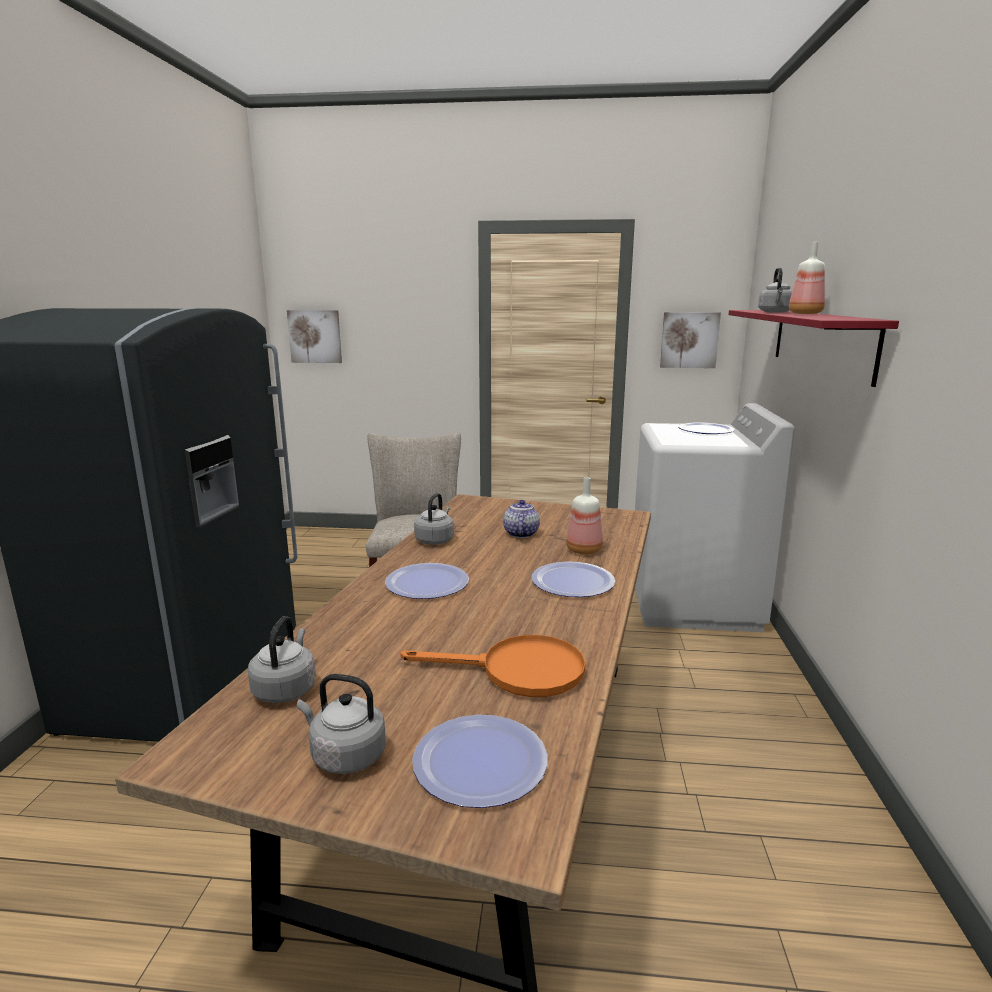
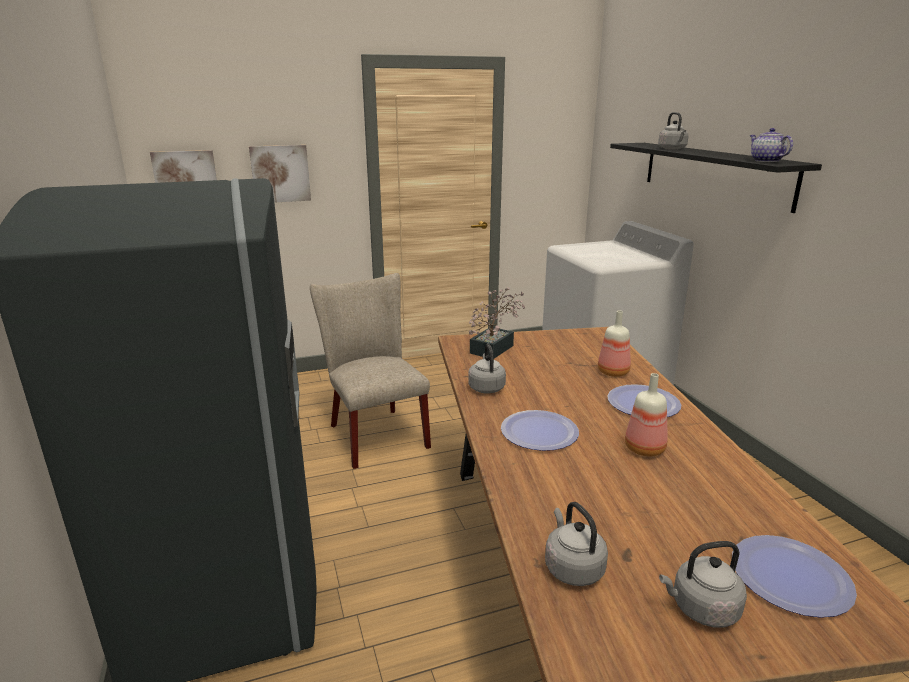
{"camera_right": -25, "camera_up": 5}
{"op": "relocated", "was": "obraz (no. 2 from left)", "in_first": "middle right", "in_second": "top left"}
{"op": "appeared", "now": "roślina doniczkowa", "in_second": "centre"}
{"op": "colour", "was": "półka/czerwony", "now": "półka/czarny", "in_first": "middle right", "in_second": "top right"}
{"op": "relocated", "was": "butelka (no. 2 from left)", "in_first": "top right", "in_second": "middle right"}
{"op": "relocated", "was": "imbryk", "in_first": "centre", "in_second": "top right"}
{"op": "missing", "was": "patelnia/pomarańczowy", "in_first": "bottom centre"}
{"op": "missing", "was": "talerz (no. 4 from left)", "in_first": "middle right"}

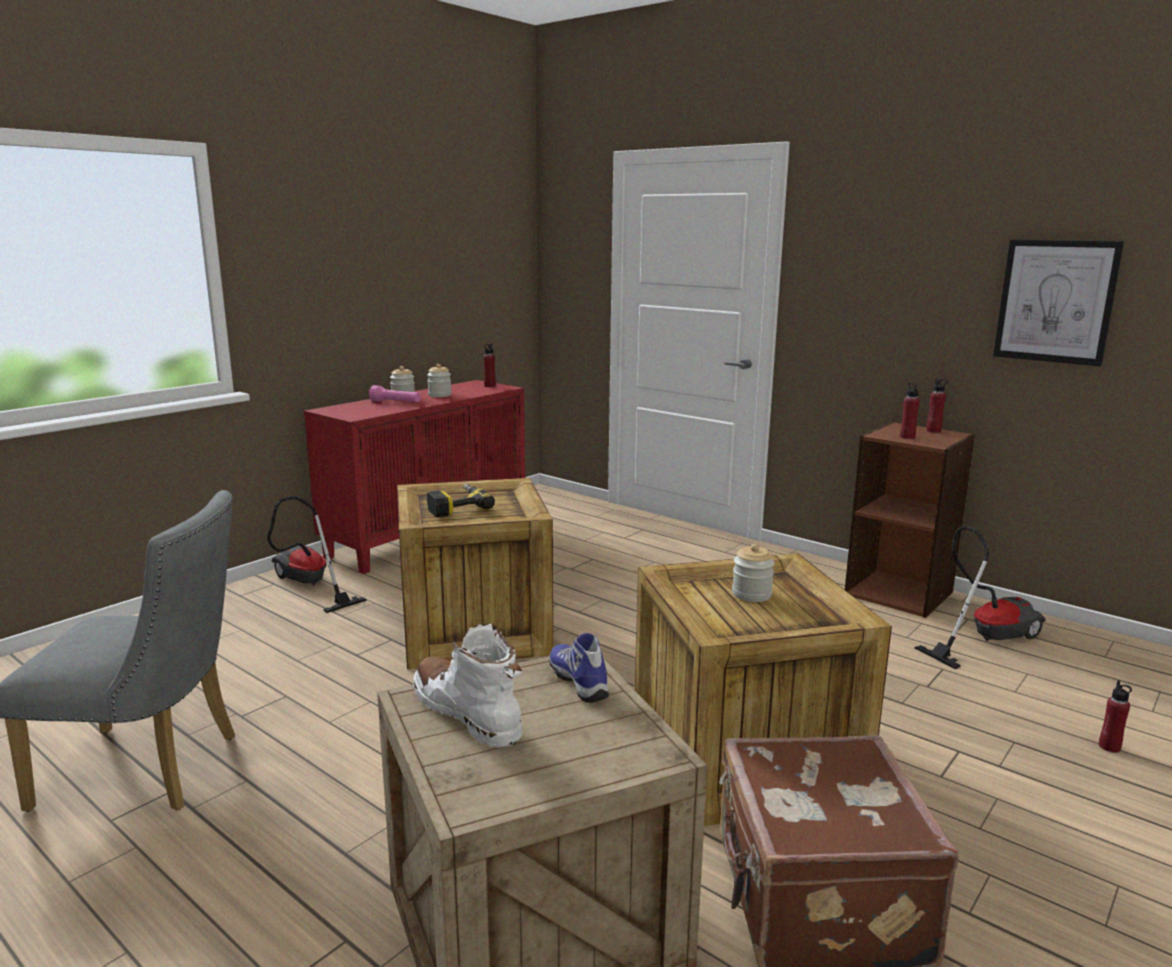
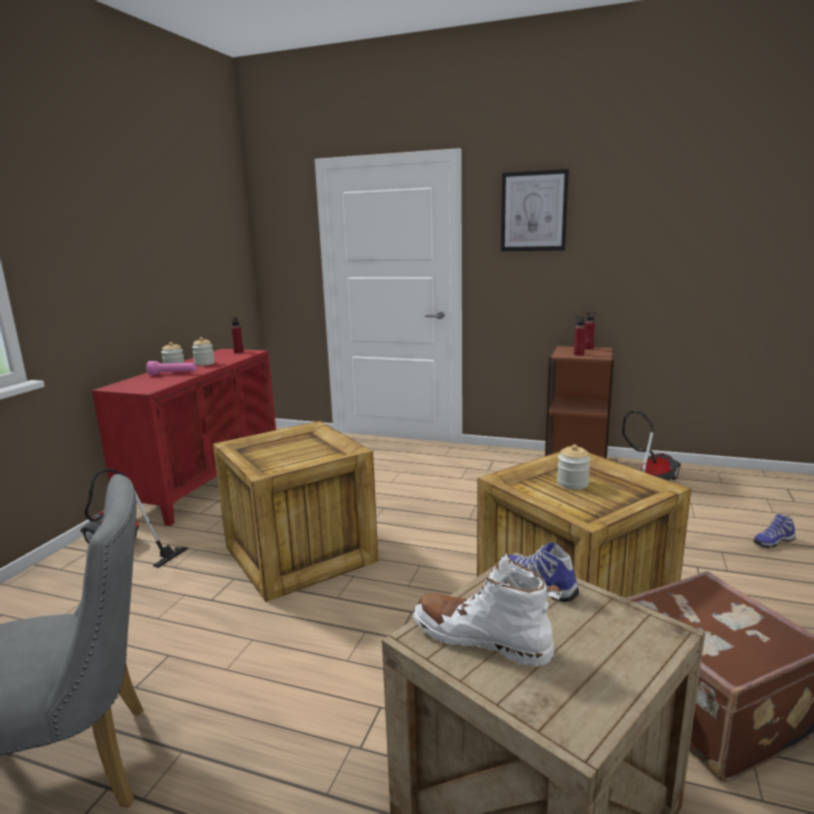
{"camera_right": -20, "camera_up": 0}
{"op": "relocated", "was": "obraz", "in_first": "top right", "in_second": "top centre"}
{"op": "exchanged", "was": "butelka/czerwony (no. 4 from left)", "now": "but (no. 2 from left)", "in_first": "bottom right", "in_second": "middle right"}
{"op": "missing", "was": "wiertarka", "in_first": "centre"}

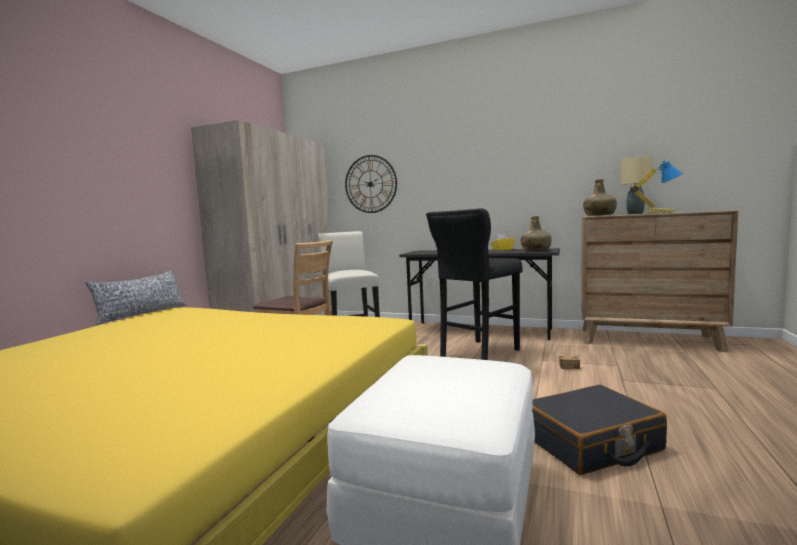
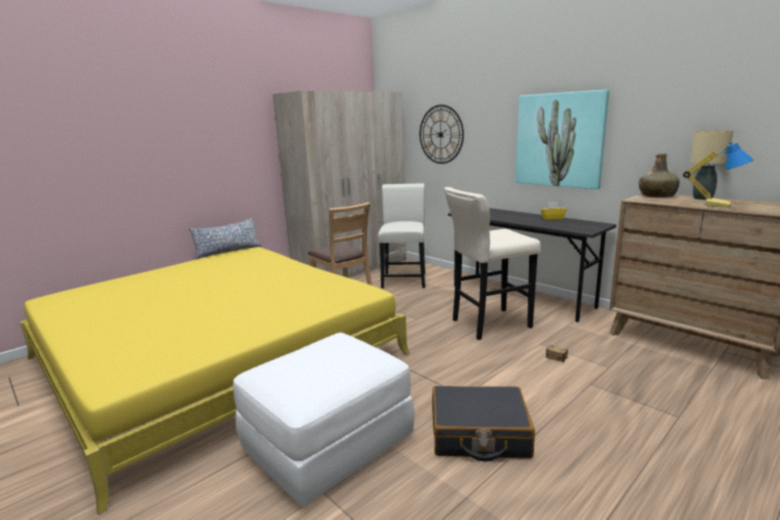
{"camera_right": 25, "camera_up": 10}
{"op": "colour", "was": "stołek/czarny", "now": "stołek/beżowy", "in_first": "centre", "in_second": "centre"}
{"op": "appeared", "now": "obraz", "in_second": "top right"}
{"op": "missing", "was": "butelka/zielony (no. 1 from left)", "in_first": "middle right"}

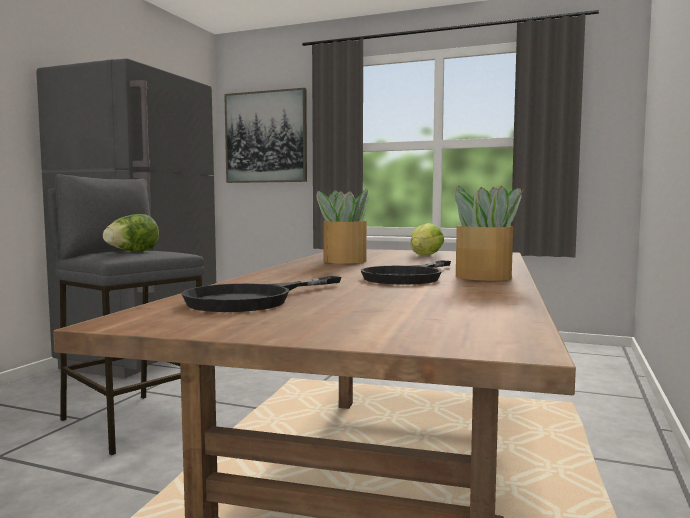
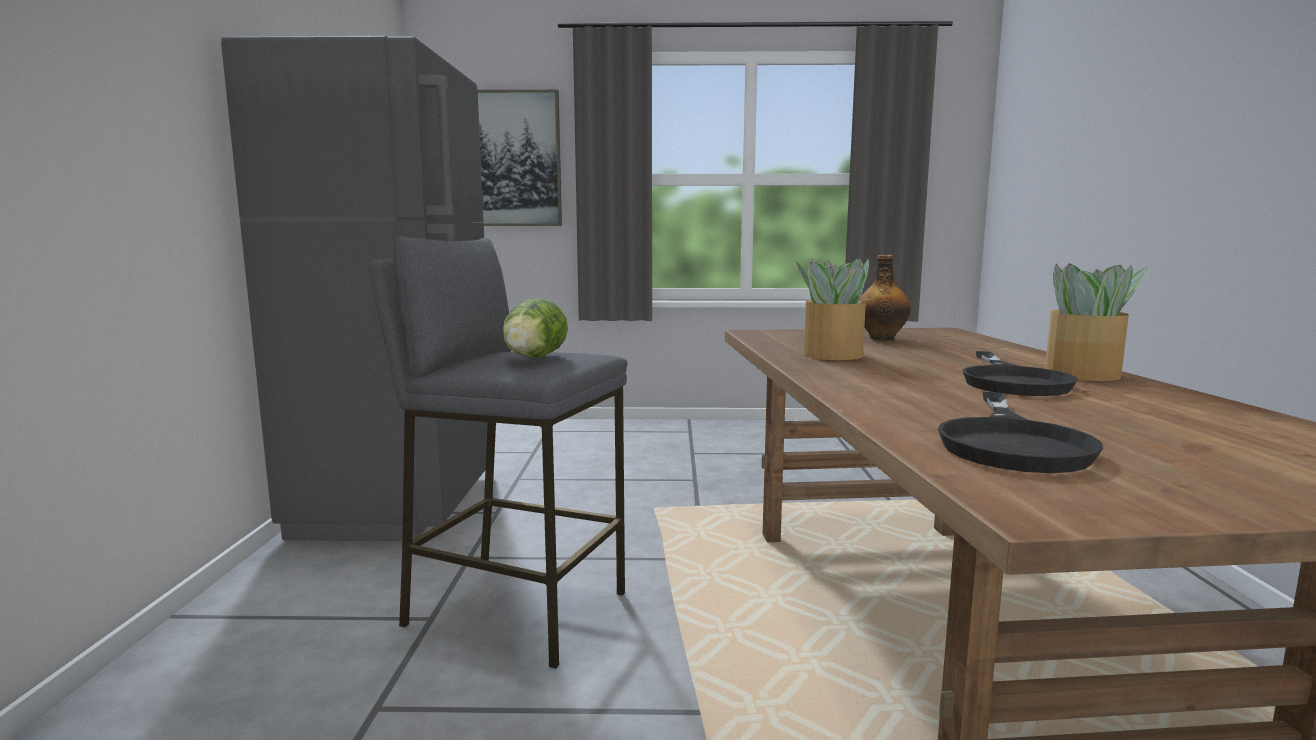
{"camera_right": -20, "camera_up": 5}
{"op": "exchanged", "was": "sałata (no. 2 from left)", "now": "butelka", "in_first": "centre", "in_second": "middle right"}

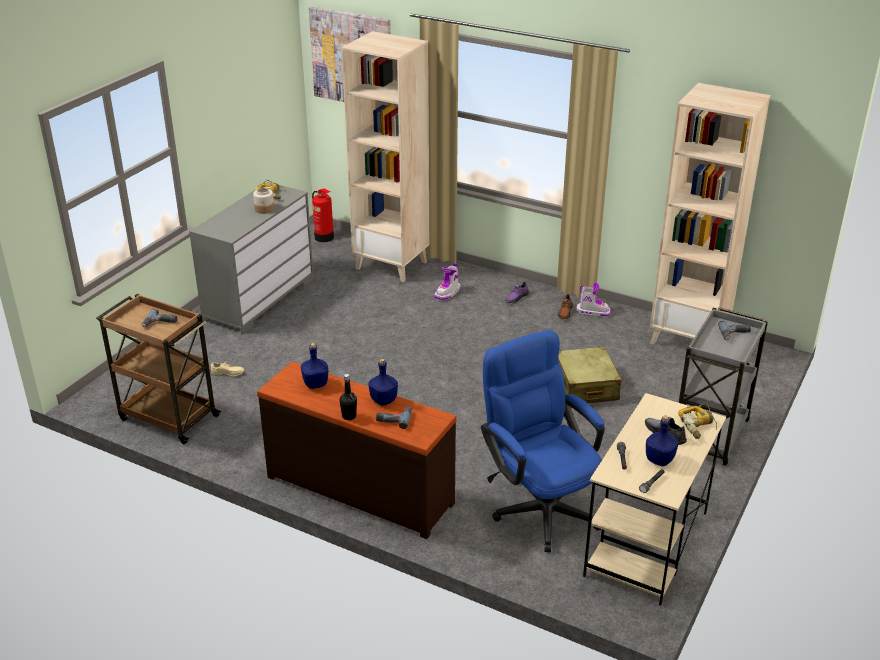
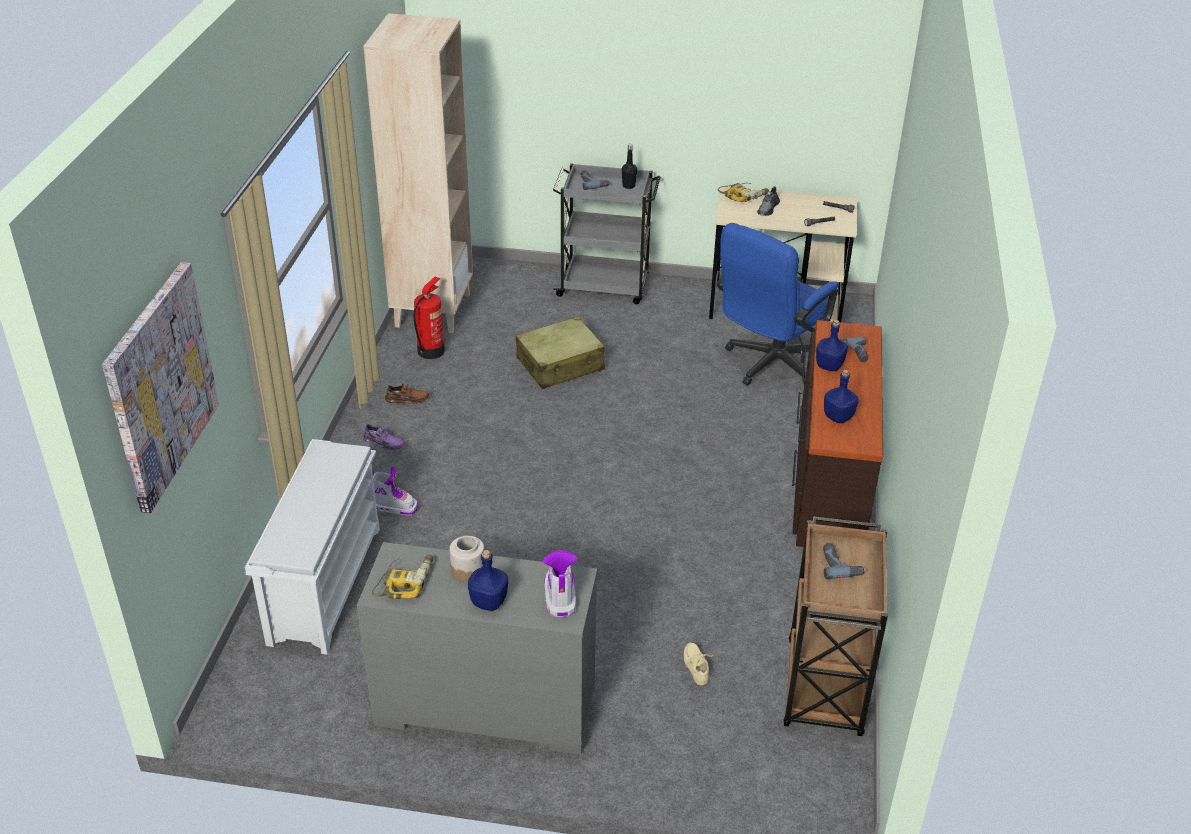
{"camera_right": -110, "camera_up": 5}
{"op": "exchanged", "was": "regał/beżowy (no. 1 from left)", "now": "regał na buty/biały", "in_first": "top centre", "in_second": "middle left"}
{"op": "relocated", "was": "gaśnica", "in_first": "top centre", "in_second": "centre"}
{"op": "relocated", "was": "butelka/niebieski (no. 3 from left in the first image)", "now": "butelka/niebieski (no. 1 from left)", "in_first": "bottom right", "in_second": "bottom centre"}
{"op": "relocated", "was": "but z cholewką (no. 2 from left)", "in_first": "middle right", "in_second": "bottom centre"}
{"op": "relocated", "was": "butelka/czarny", "in_first": "centre", "in_second": "top centre"}

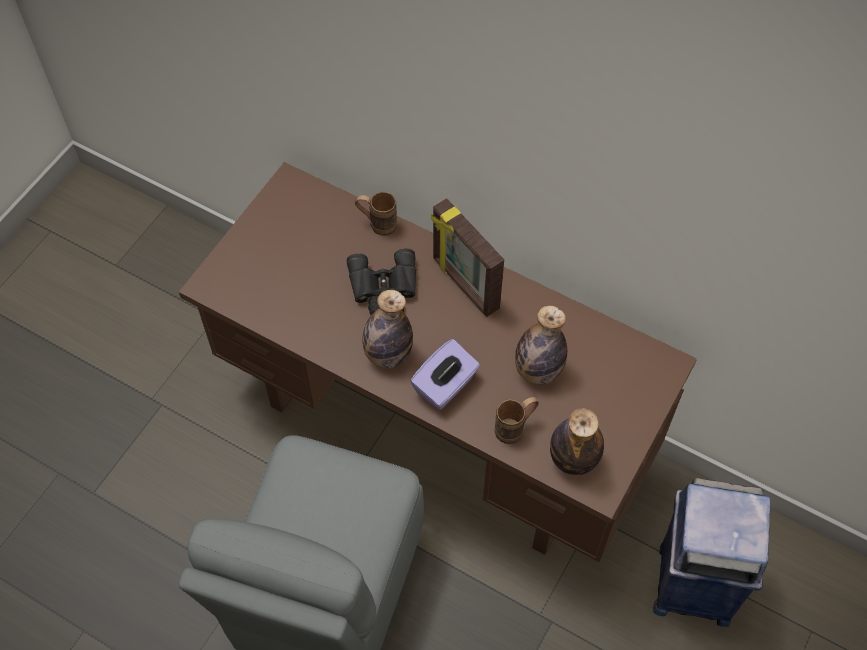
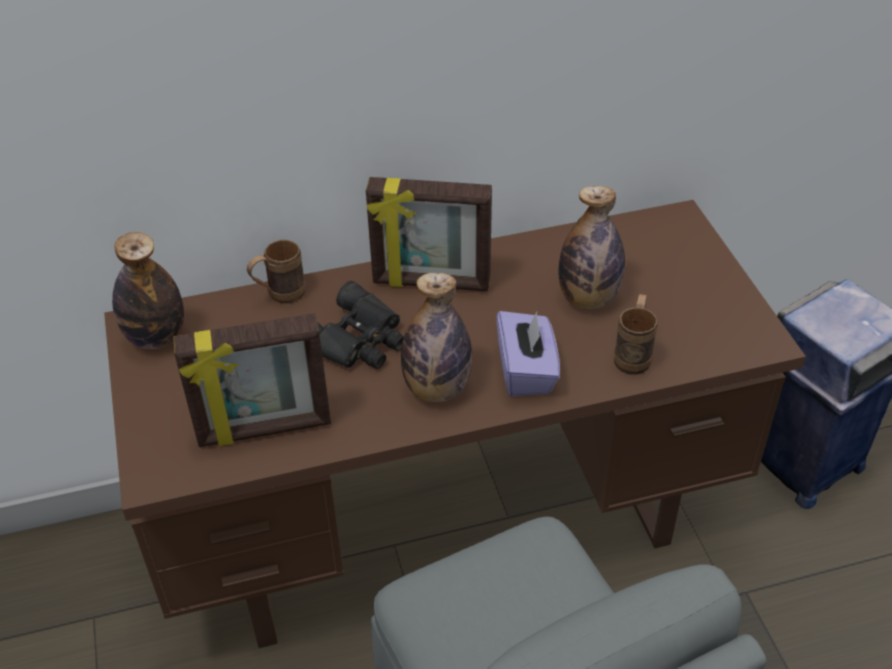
{"camera_right": -45, "camera_up": -15}
{"op": "relocated", "was": "butelka (no. 3 from left in the first image)", "now": "butelka (no. 1 from left)", "in_first": "bottom centre", "in_second": "middle left"}
{"op": "appeared", "now": "ramka na zdjęcie (no. 1 from left)", "in_second": "middle left"}

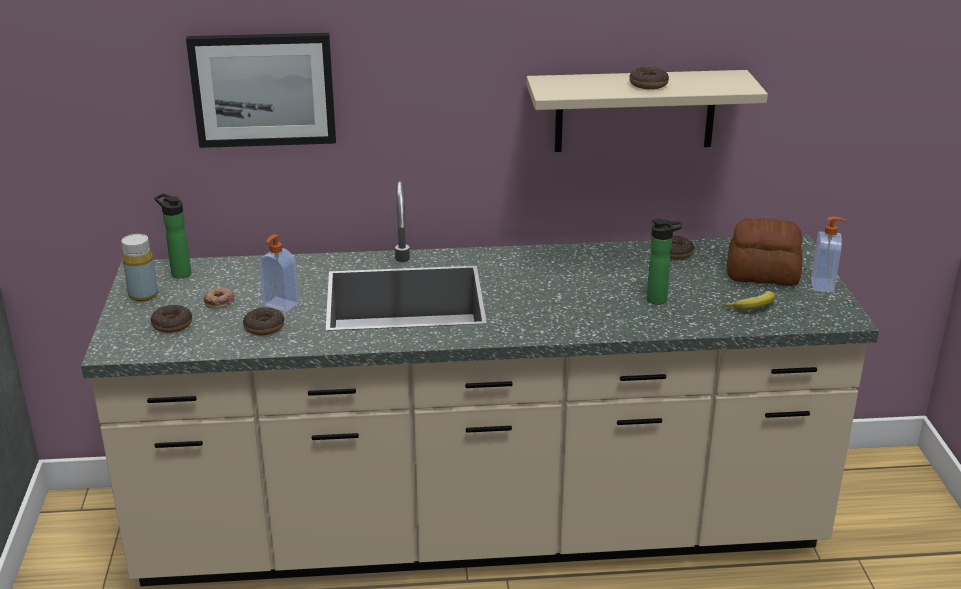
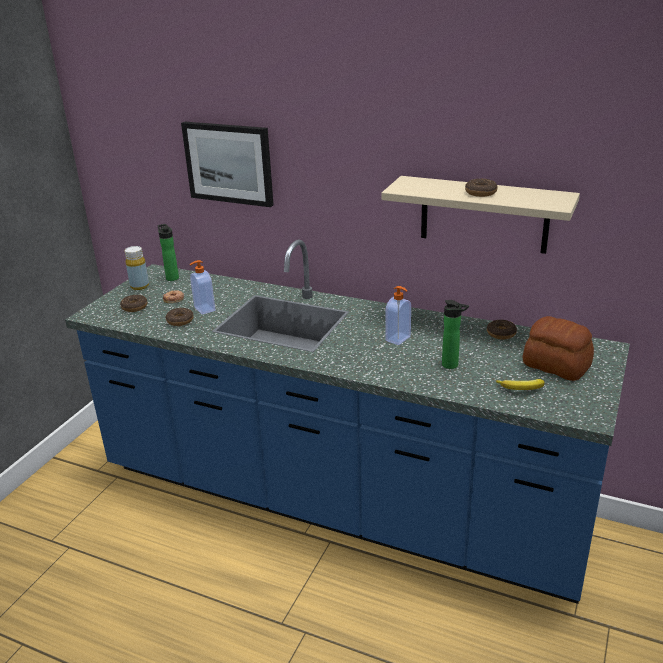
{"camera_right": 30, "camera_up": 0}
{"op": "colour", "was": "zabudowa kuchenna/beżowy", "now": "zabudowa kuchenna/niebieski", "in_first": "centre", "in_second": "centre"}
{"op": "relocated", "was": "dozownik mydła (no. 2 from left)", "in_first": "middle right", "in_second": "centre"}

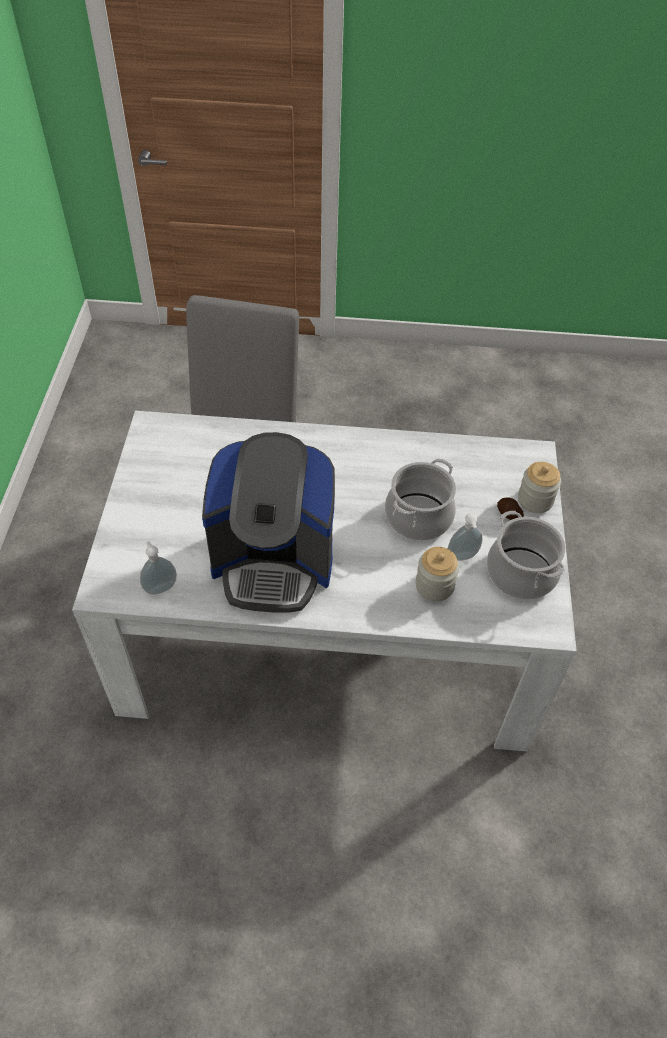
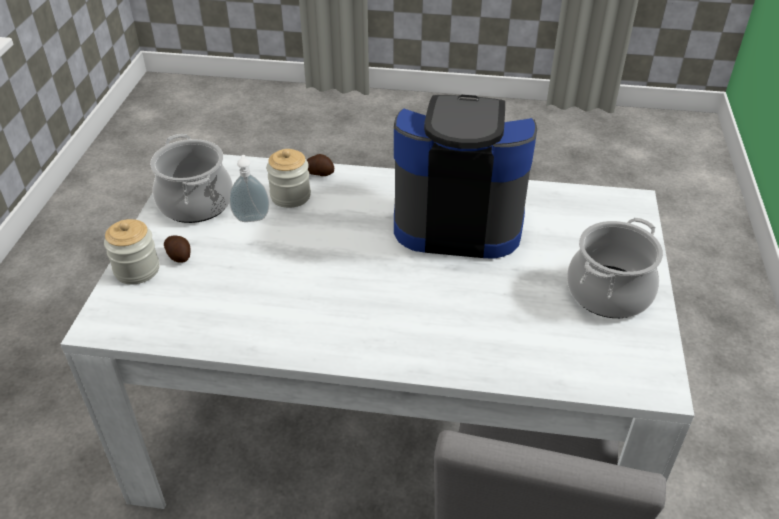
{"camera_right": -175, "camera_up": -10}
{"op": "appeared", "now": "ziemniak (no. 2 from left)", "in_second": "top centre"}
{"op": "relocated", "was": "garnek (no. 1 from left in the first image)", "now": "garnek (no. 2 from left)", "in_first": "centre", "in_second": "middle right"}
{"op": "missing", "was": "dozownik mydła (no. 1 from left)", "in_first": "middle left"}

